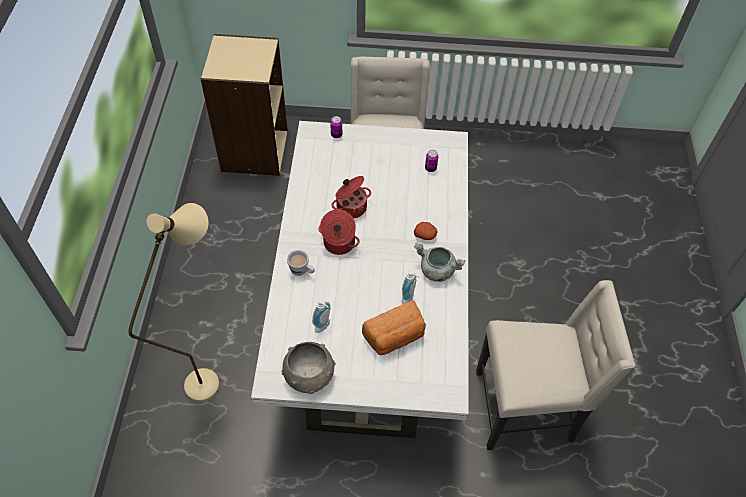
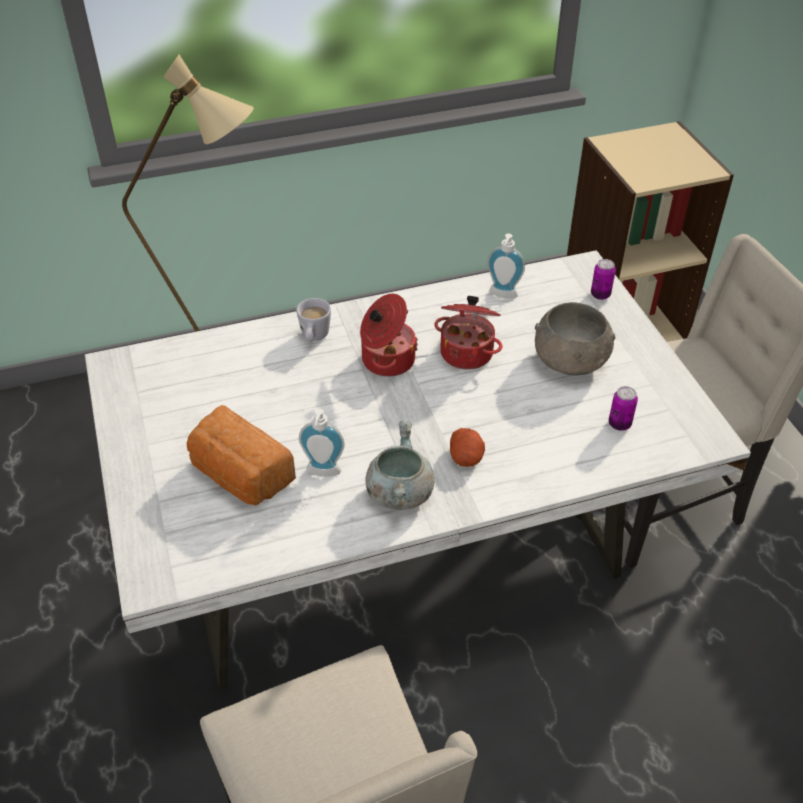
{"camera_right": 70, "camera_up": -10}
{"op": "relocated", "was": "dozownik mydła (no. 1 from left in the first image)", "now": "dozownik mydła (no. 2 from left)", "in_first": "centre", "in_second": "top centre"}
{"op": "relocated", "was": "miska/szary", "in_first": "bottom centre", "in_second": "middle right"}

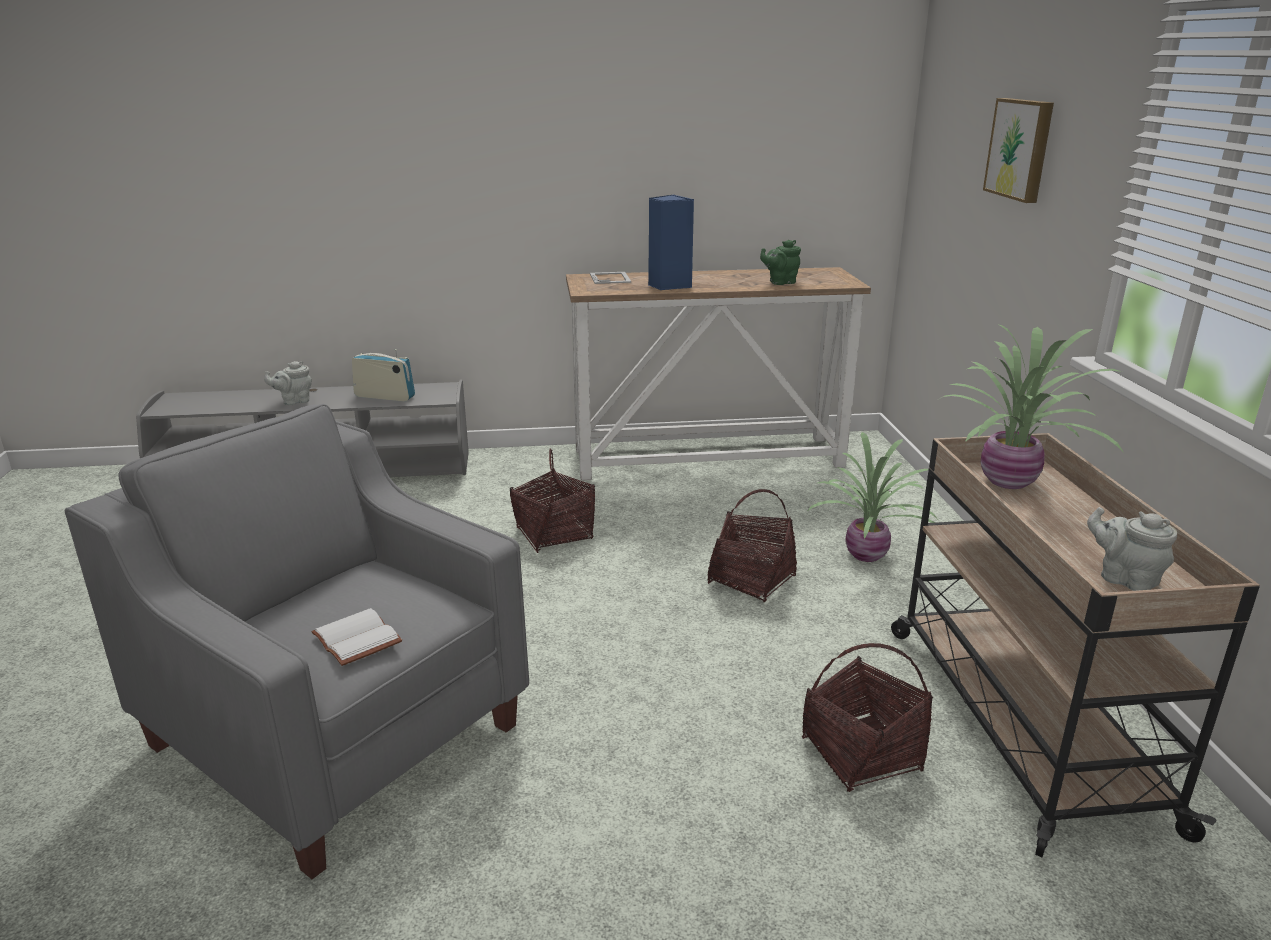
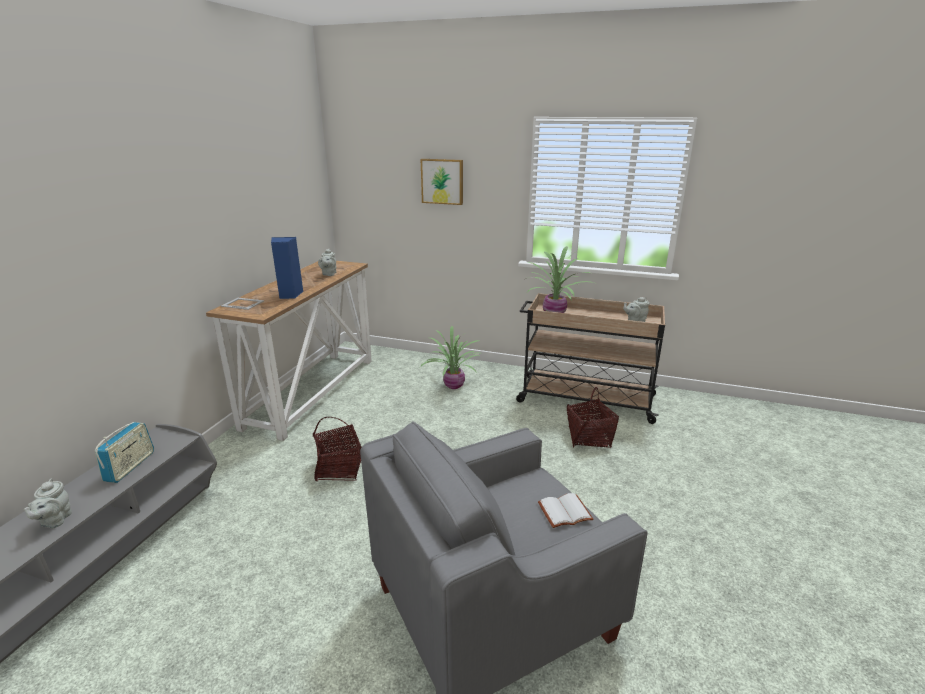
{"camera_right": -65, "camera_up": 0}
{"op": "spun", "was": "radio", "in_first": "middle left", "in_second": "middle left", "clockwise": 150}
{"op": "colour", "was": "imbryk/zielony", "now": "imbryk/szary (no. 2 from left)", "in_first": "top centre", "in_second": "centre"}
{"op": "missing", "was": "koszyk (no. 2 from left)", "in_first": "centre"}

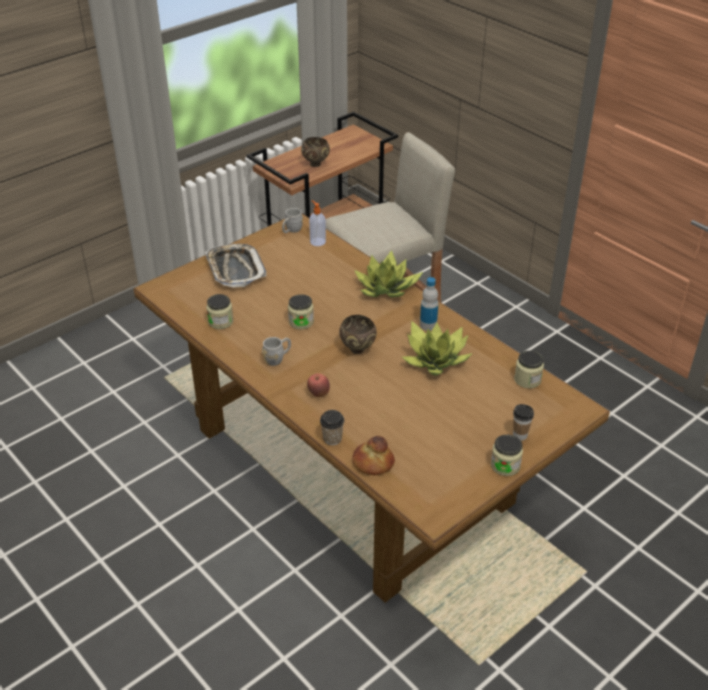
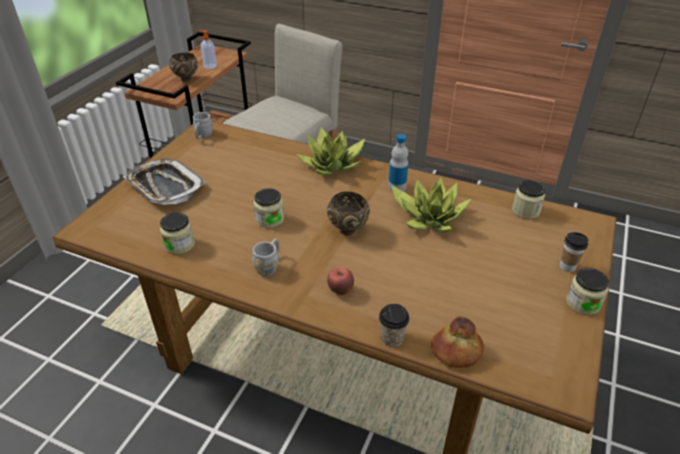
{"camera_right": -25, "camera_up": 0}
{"op": "relocated", "was": "dozownik mydła", "in_first": "top centre", "in_second": "top left"}

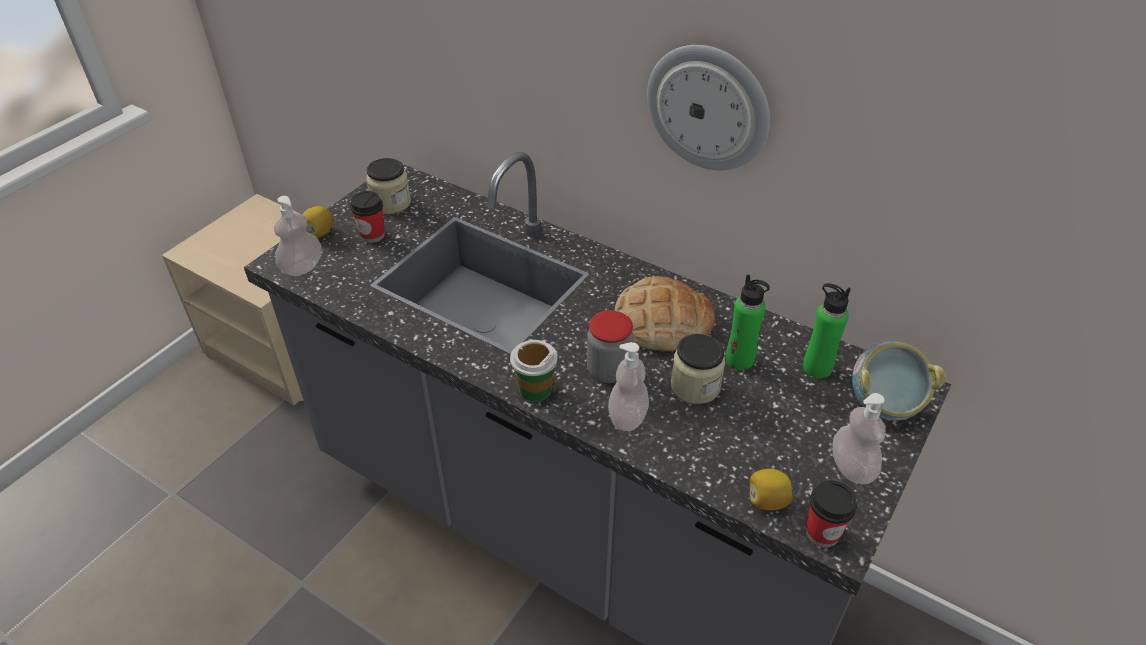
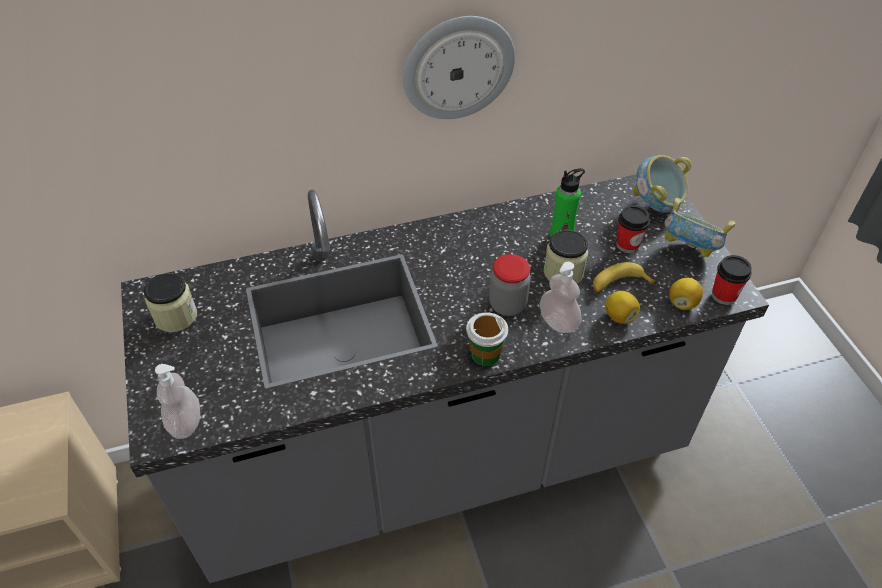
{"camera_right": -50, "camera_up": 5}
{"op": "appeared", "now": "banan", "in_second": "middle right"}
{"op": "relocated", "was": "cytryna (no. 1 from left)", "in_first": "middle left", "in_second": "middle right"}
{"op": "relocated", "was": "filiżanka (no. 1 from left in the first image)", "now": "filiżanka (no. 2 from left)", "in_first": "middle left", "in_second": "middle right"}
{"op": "exchanged", "was": "dozownik mydła (no. 3 from left)", "now": "miska (no. 2 from left)", "in_first": "bottom right", "in_second": "middle right"}
{"op": "missing", "was": "chleb", "in_first": "centre"}
{"op": "missing", "was": "butelka/zielony (no. 2 from left)", "in_first": "middle right"}

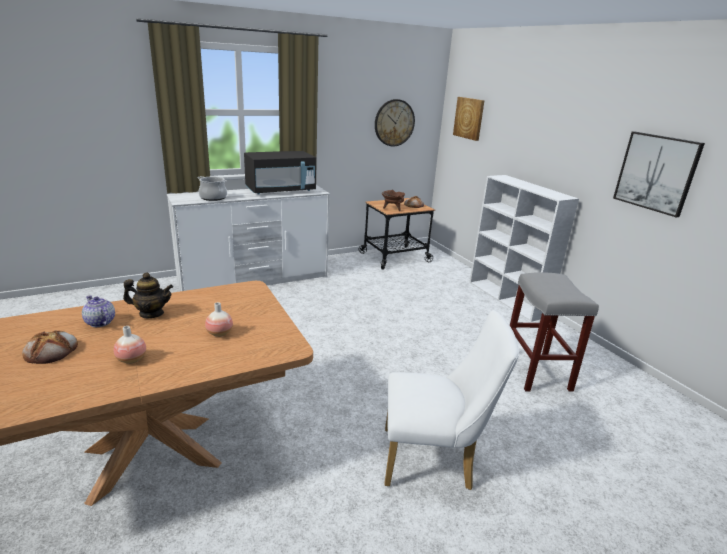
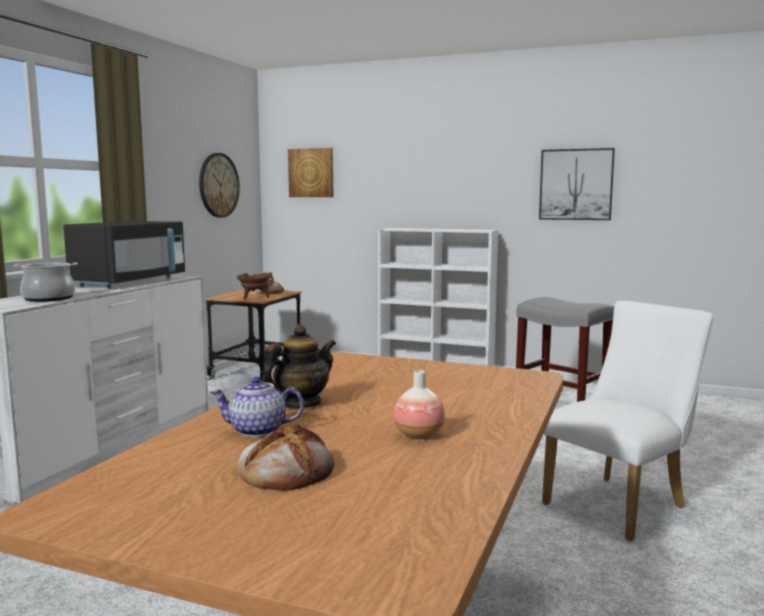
{"camera_right": -40, "camera_up": -15}
{"op": "missing", "was": "wazon (no. 2 from left)", "in_first": "middle left"}

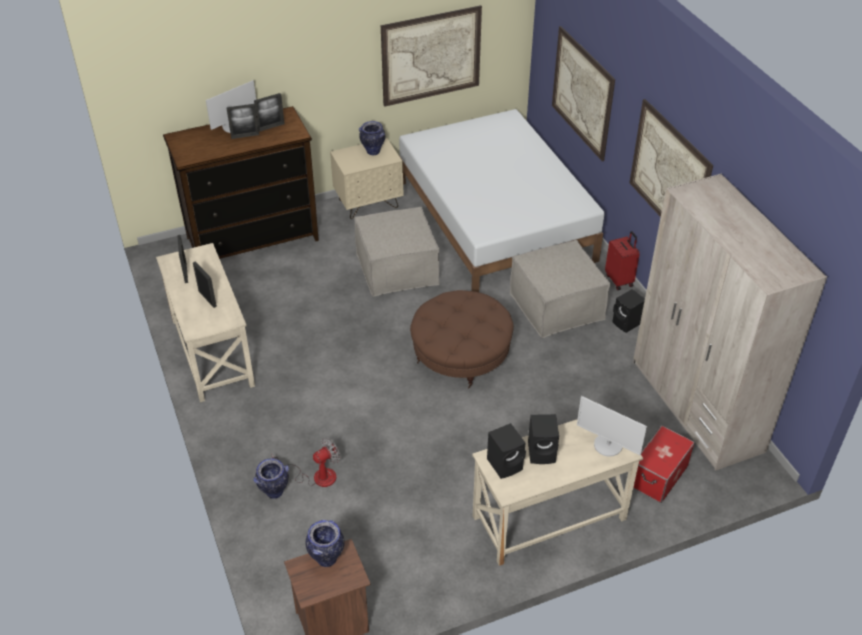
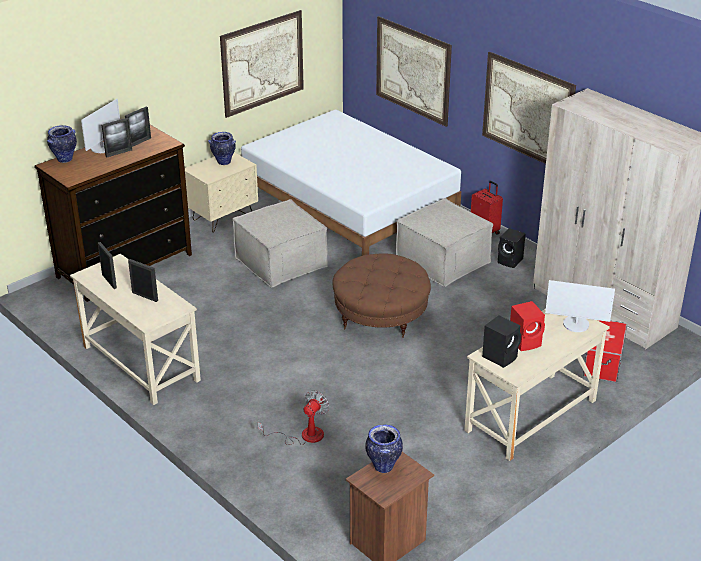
{"camera_right": -20, "camera_up": -10}
{"op": "relocated", "was": "wazon (no. 1 from left)", "in_first": "bottom left", "in_second": "top left"}
{"op": "colour", "was": "głośnik/czarny (no. 2 from left)", "now": "głośnik/czerwony", "in_first": "bottom centre", "in_second": "middle right"}

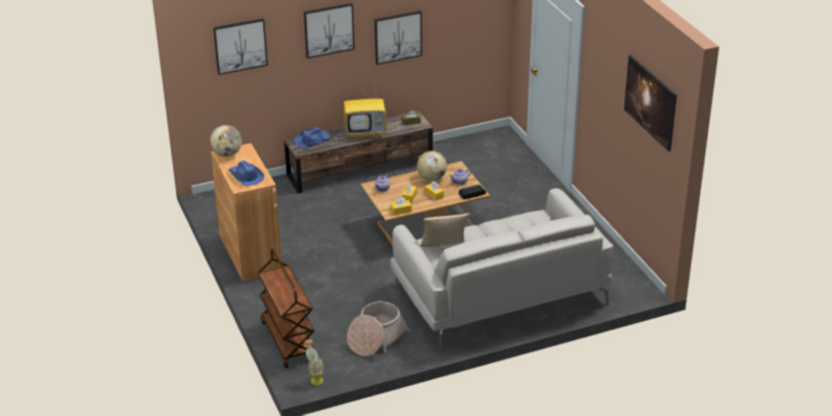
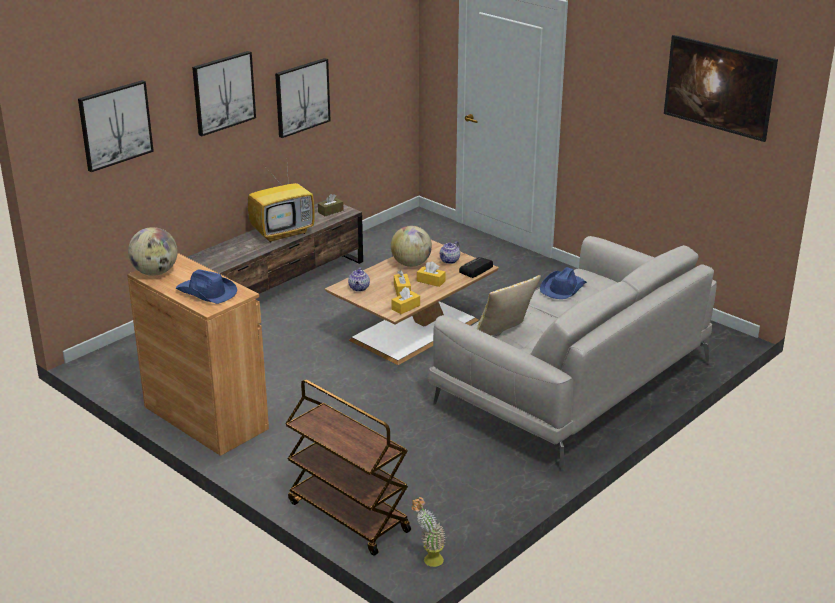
{"camera_right": -25, "camera_up": -5}
{"op": "relocated", "was": "kapelusz/niebieski (no. 2 from left)", "in_first": "top centre", "in_second": "middle right"}
{"op": "missing", "was": "koszyk", "in_first": "bottom centre"}

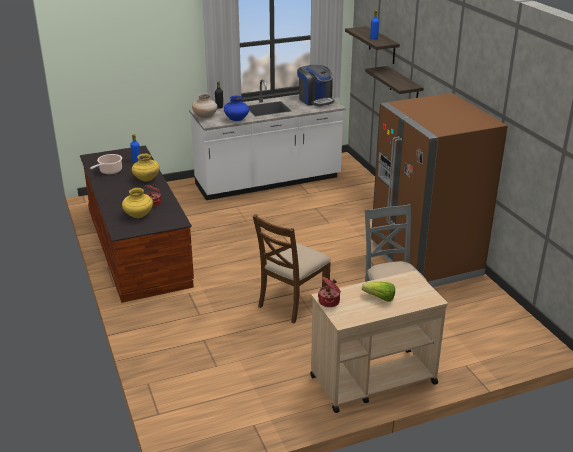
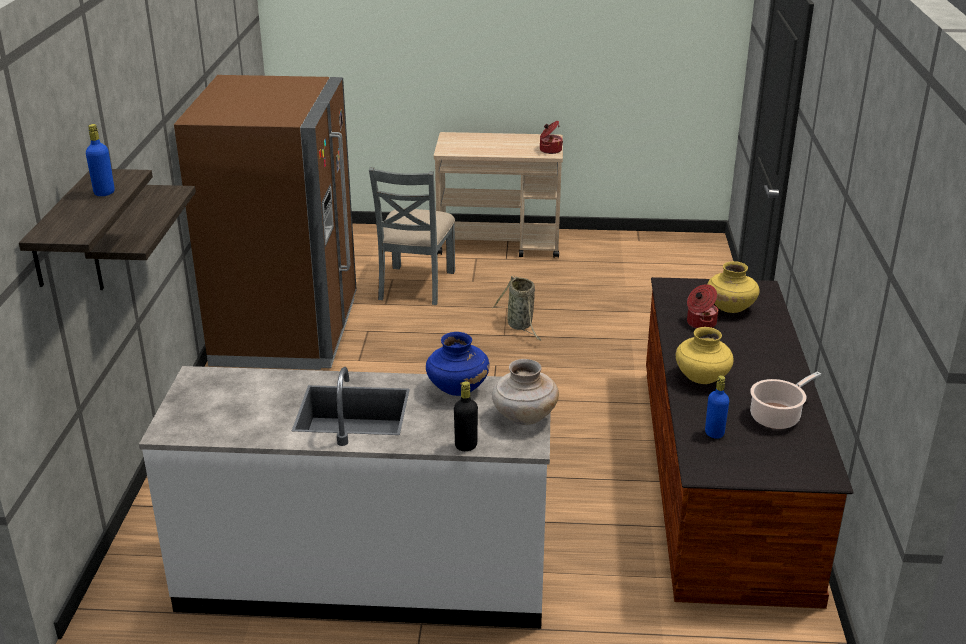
{"camera_right": -155, "camera_up": 0}
{"op": "exchanged", "was": "krzesło/brązowy", "now": "koszyk", "in_first": "centre", "in_second": "centre"}
{"op": "missing", "was": "ekspres do kawy", "in_first": "top centre"}
{"op": "missing", "was": "sałata", "in_first": "centre"}

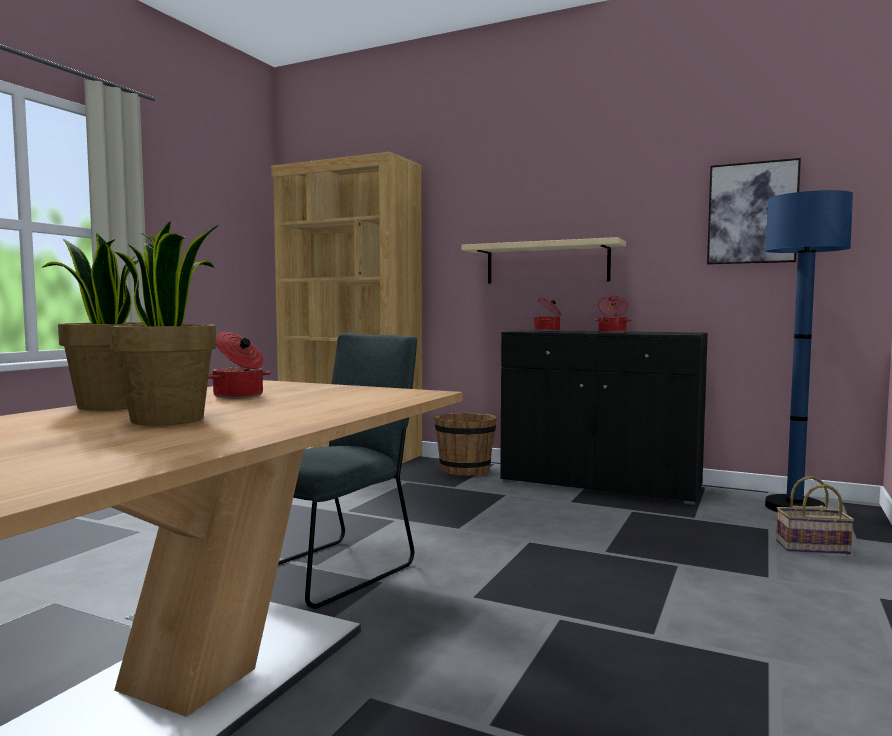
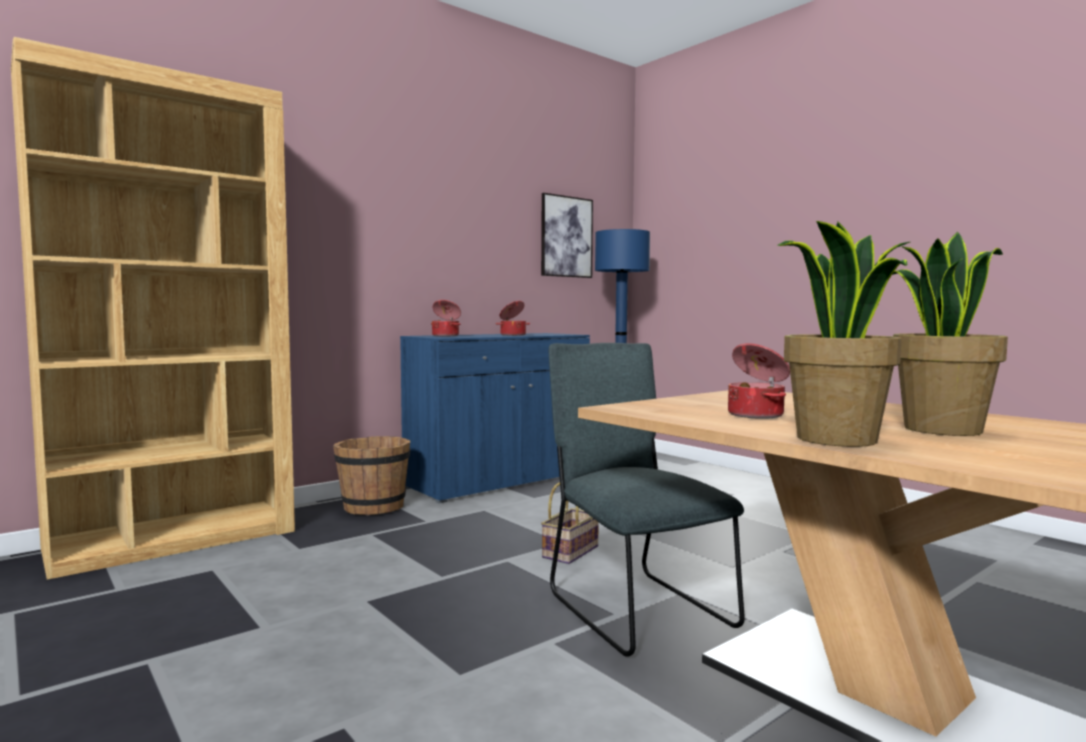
{"camera_right": -65, "camera_up": 0}
{"op": "colour", "was": "szafka/czarny", "now": "szafka/niebieski", "in_first": "middle right", "in_second": "centre"}
{"op": "relocated", "was": "koszyk", "in_first": "bottom right", "in_second": "bottom centre"}
{"op": "missing", "was": "półka/beżowy", "in_first": "centre"}

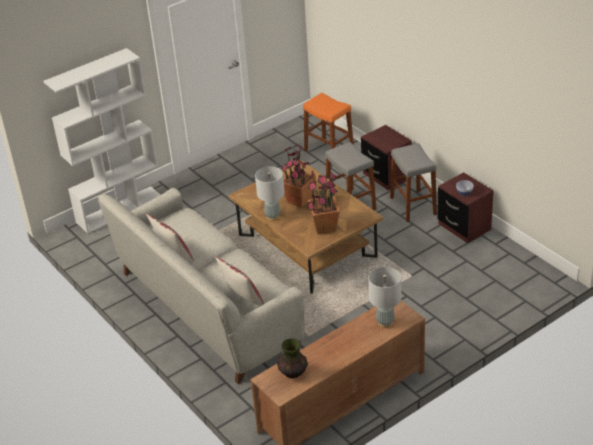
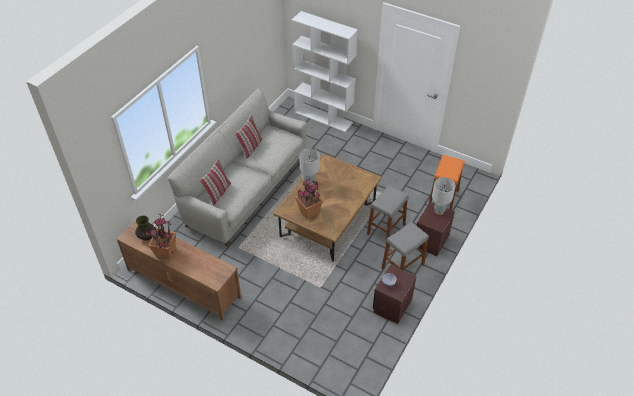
{"camera_right": 65, "camera_up": 10}
{"op": "relocated", "was": "roślina doniczkowa (no. 1 from left)", "in_first": "centre", "in_second": "middle left"}
{"op": "relocated", "was": "lampa stołowa/szary (no. 2 from left)", "in_first": "bottom centre", "in_second": "middle right"}

